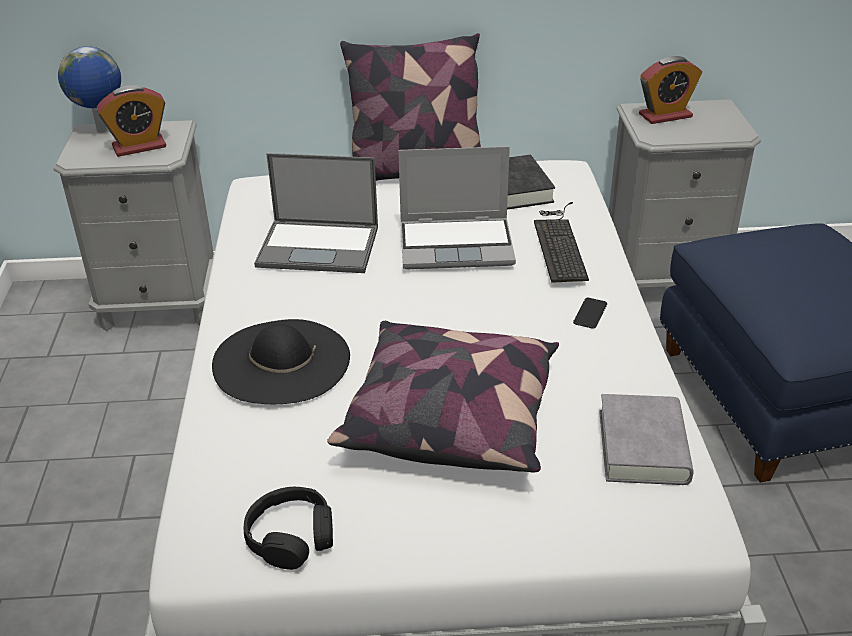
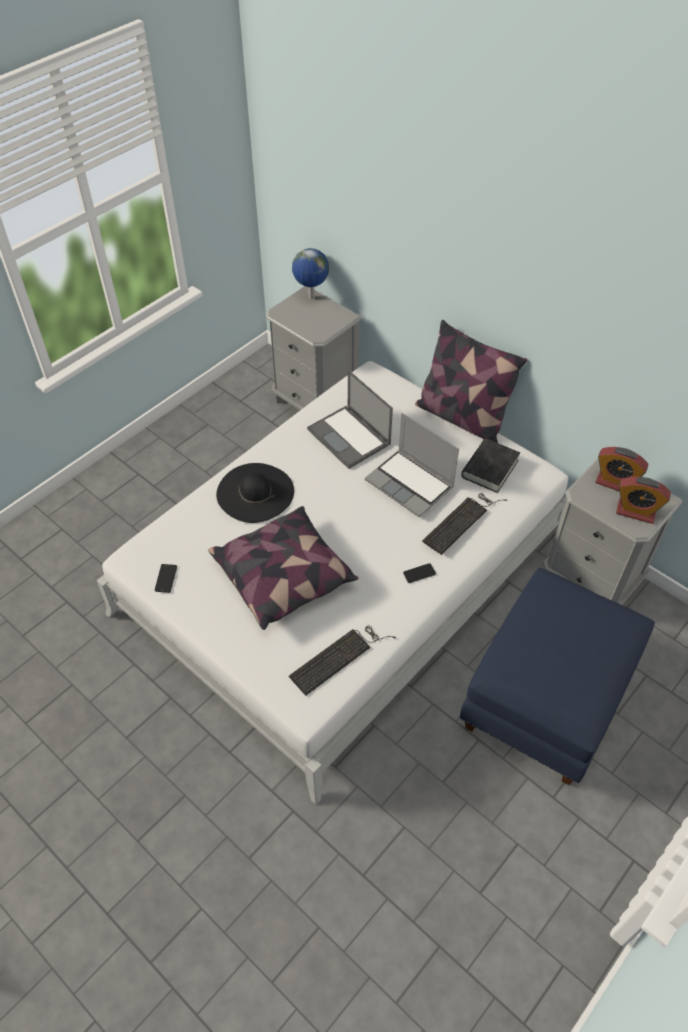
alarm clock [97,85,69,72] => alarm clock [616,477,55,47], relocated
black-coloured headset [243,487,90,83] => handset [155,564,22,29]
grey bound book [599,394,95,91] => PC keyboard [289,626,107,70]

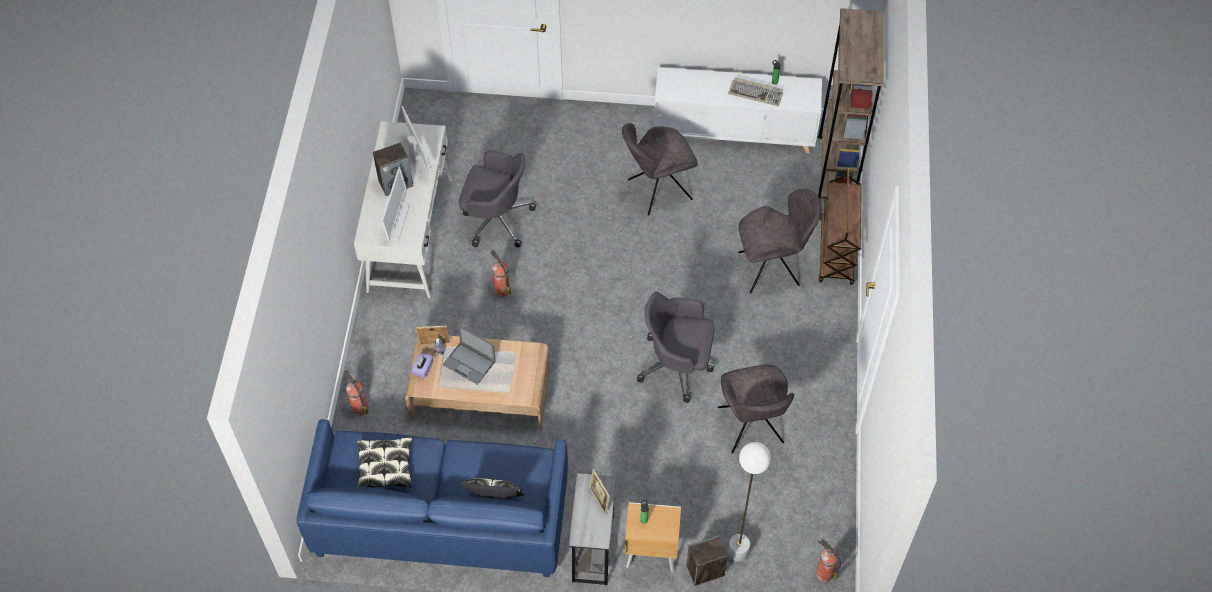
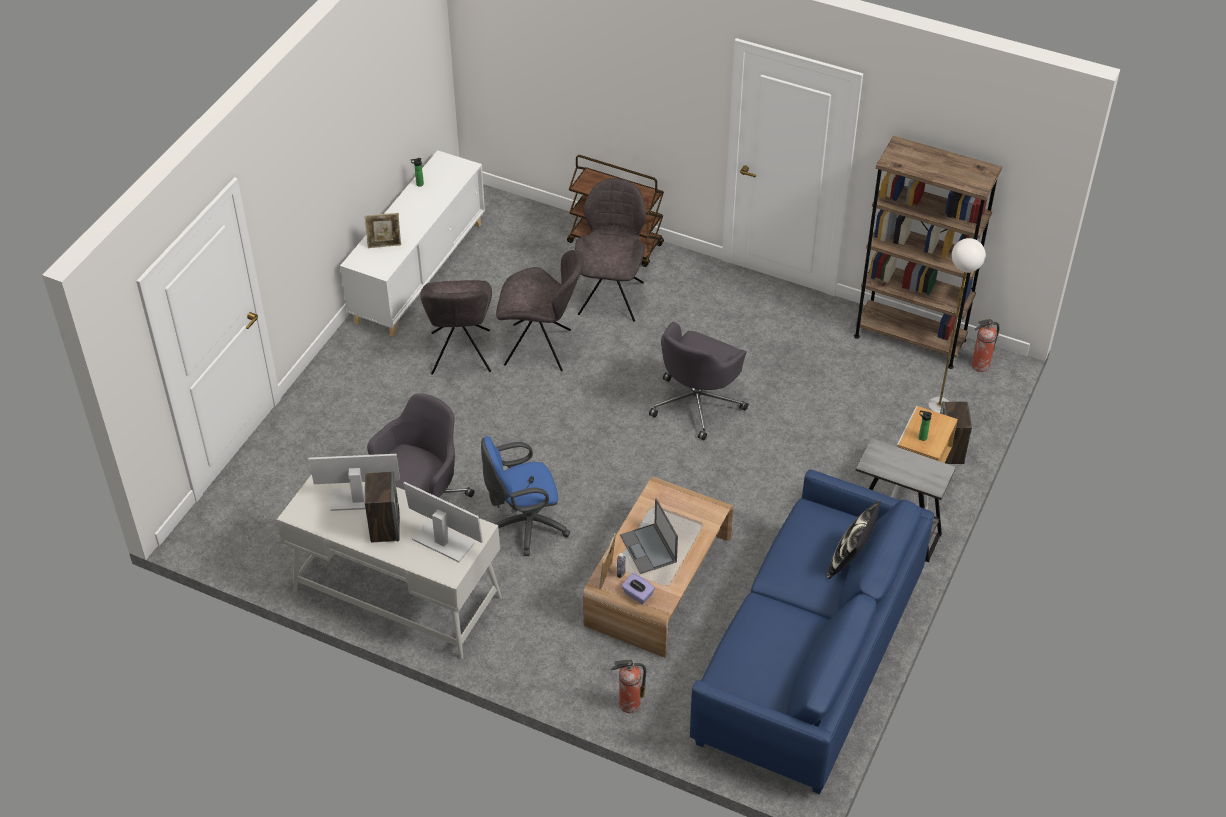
pillow [357,437,56,51] => nothing
portable computer [443,325,53,60] => portable computer [620,498,58,76], 105 degrees clockwise
extinguisher [490,250,21,47] => bluish computer chair [481,436,89,120]
standing frame [590,469,20,45] => standing frame [365,213,36,35], relocated
grey plain chair [718,365,76,89] => grey plain chair [496,250,88,121], relocated
PC keyboard [728,77,55,29] => nothing
brownish bookcase [818,8,66,191] => brownish bookcase [854,136,148,233], relocated

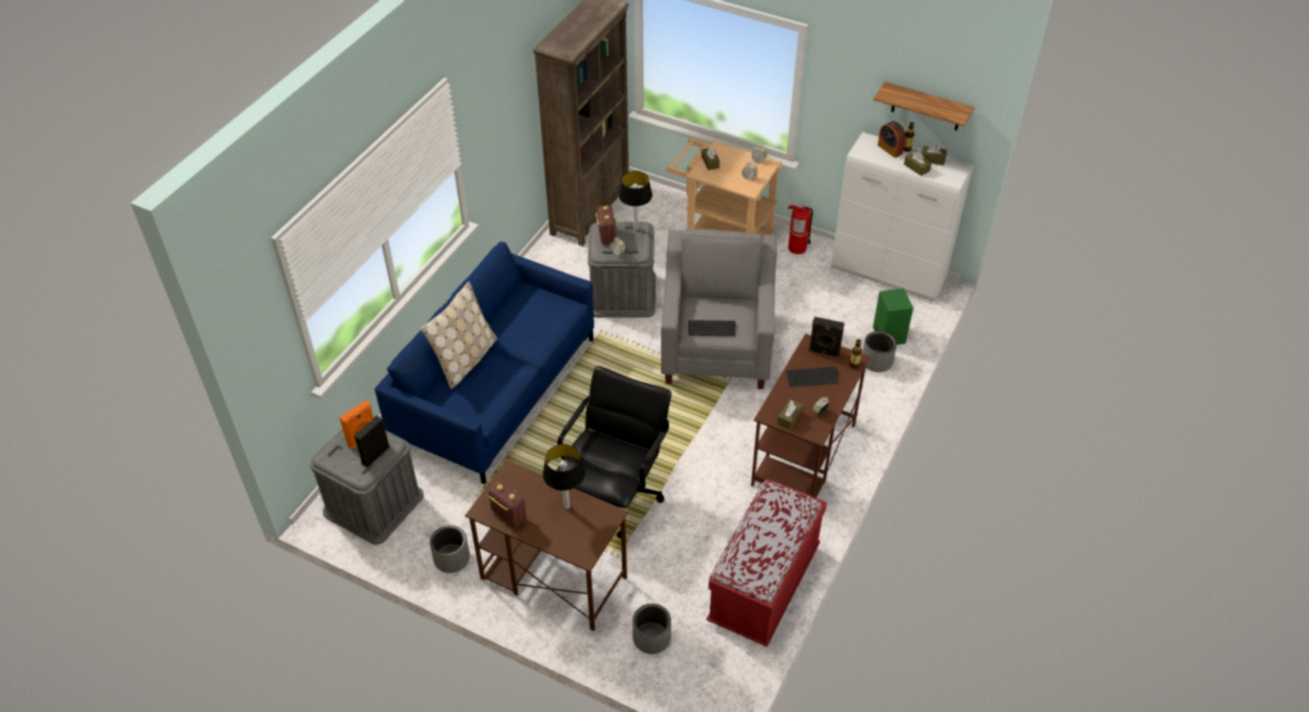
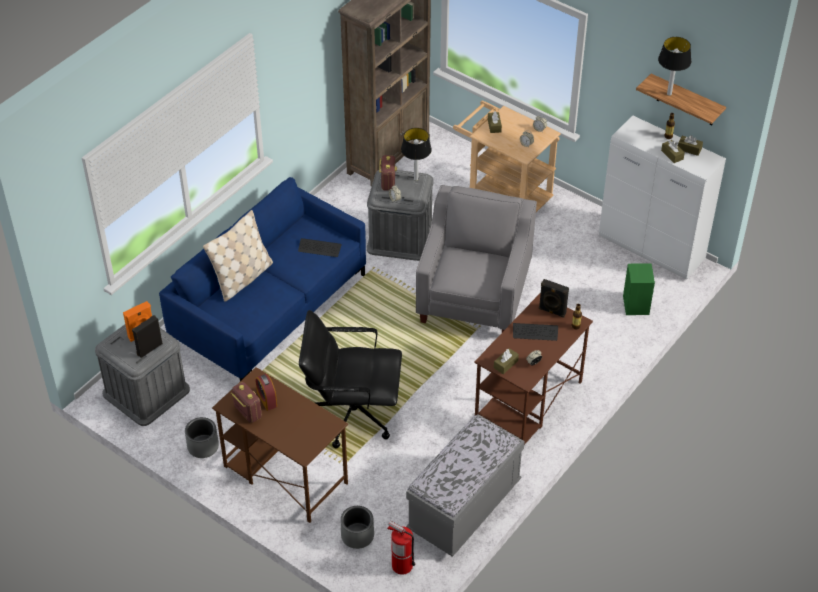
lamp for a table [543,444,42,65] => lamp for a table [658,37,33,59], relocated
black-coloured computer chair [556,366,115,172] => black-coloured computer chair [299,310,103,138], 120 degrees counterclockwise
PC keyboard [688,320,47,16] => PC keyboard [298,238,44,19], relocated
red indoor bench [707,479,120,168] => grey indoor bench [406,414,119,143]
extinguisher [788,200,25,54] => extinguisher [387,521,29,54], relocated
grey planter [862,331,35,41] => nothing
alarm clock [878,121,28,37] => alarm clock [255,374,22,37], relocated

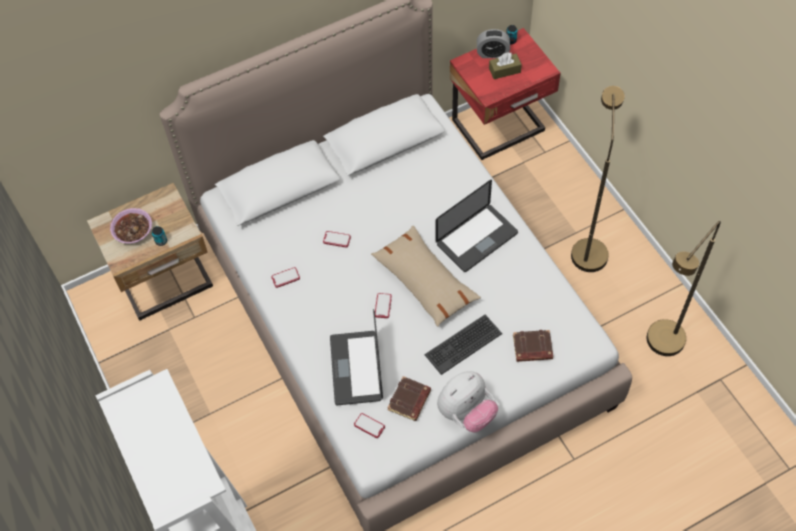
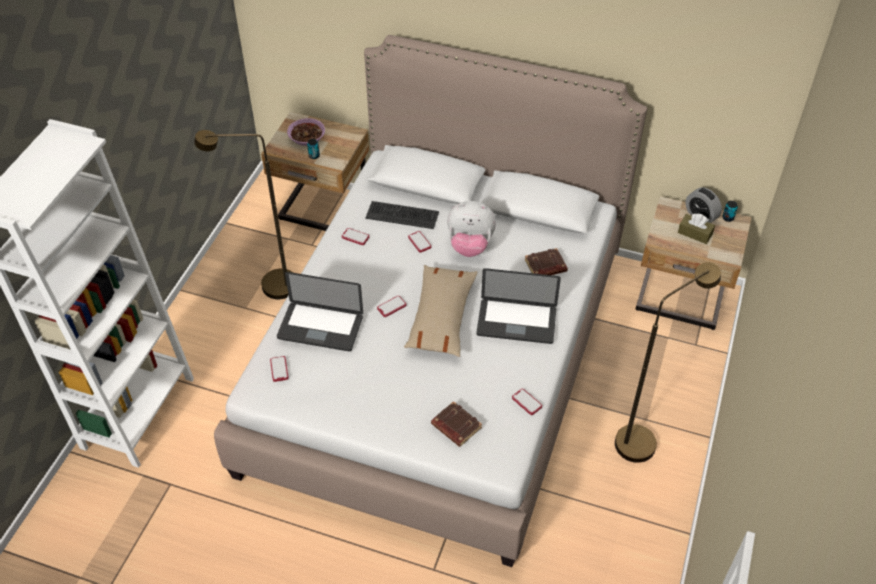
portable computer [330,309,53,96] => portable computer [277,272,86,79], 120 degrees counterclockwise
brownish bound book [387,376,44,45] => brownish bound book [525,248,43,27], relocated
PC keyboard [425,314,77,61] => PC keyboard [365,201,74,28], relocated
cuddly toy [437,371,61,62] => cuddly toy [447,201,49,56], relocated
red nightstand [450,28,111,132] => beige-coloured nightstand [635,196,117,134]
brownish standard lamp [647,221,74,135] => brownish standard lamp [194,130,99,169], relocated
nothing => handset [512,389,30,26]

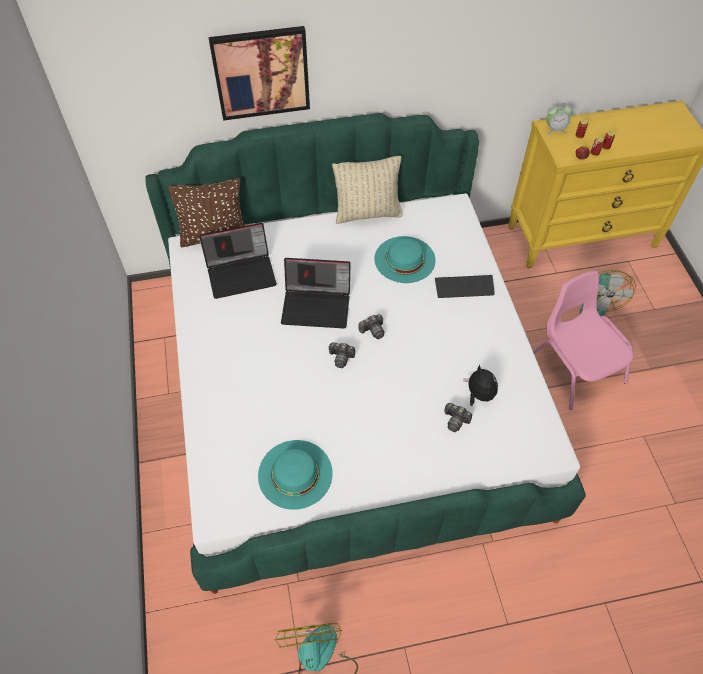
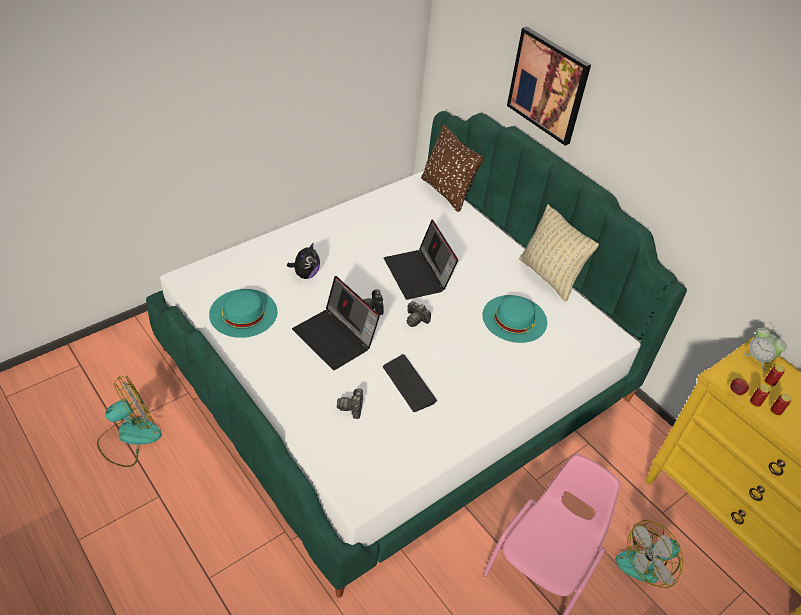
portable computer [199,223,78,76] => portable computer [292,276,88,94], relocated
PC keyboard [435,275,60,23] => PC keyboard [383,354,54,58], relocated
cuddly toy [463,364,35,42] => cuddly toy [287,242,33,37], relocated

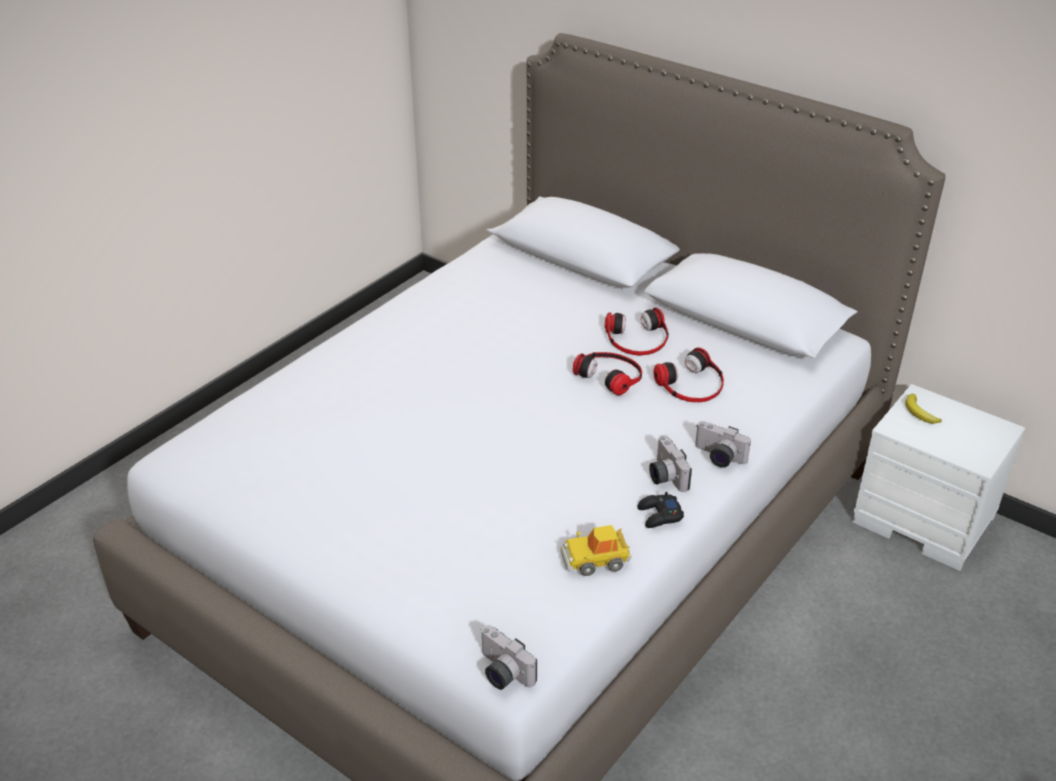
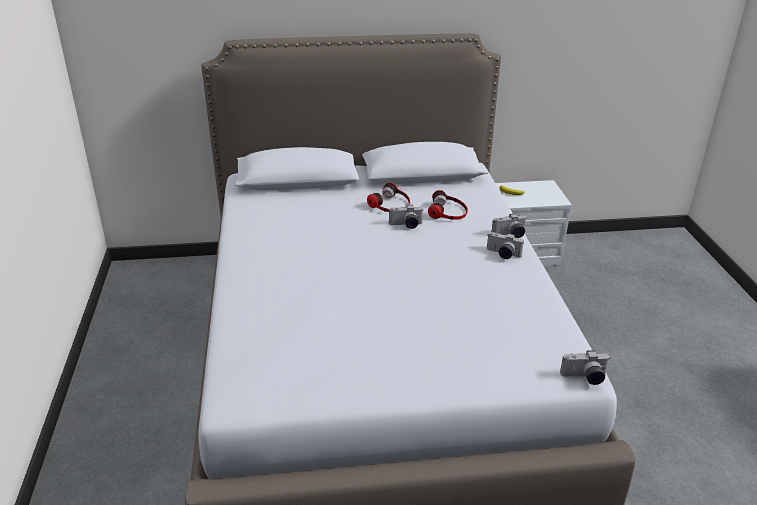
model car [560,525,72,51] => nothing
headset [573,352,69,43] => photo camera [389,205,34,24]
black-coloured joypad [637,492,47,36] => nothing

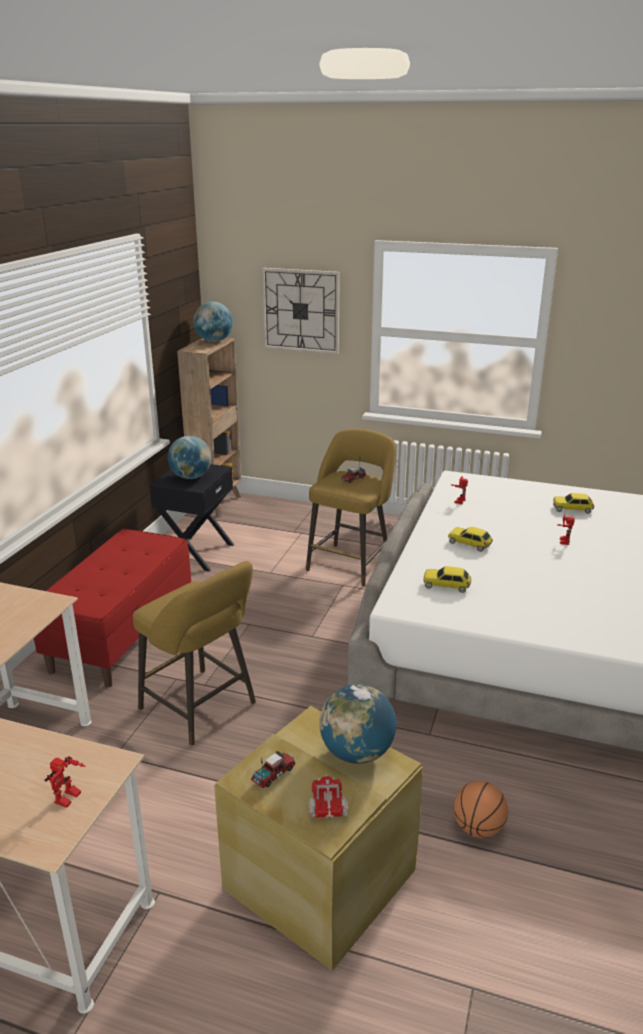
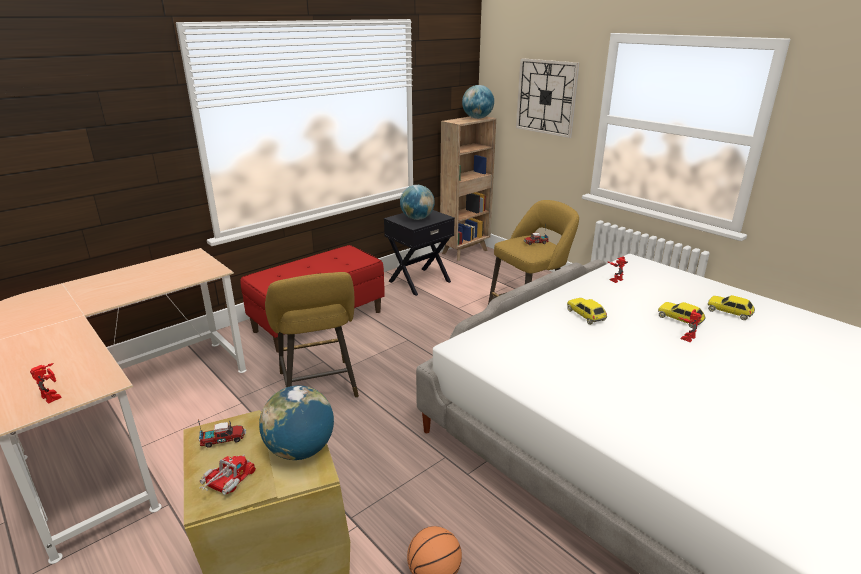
toy robot [44,756,42,52] => toy robot [30,363,32,41], 105 degrees counterclockwise
model car [423,566,48,27] => model car [658,302,48,26], relocated

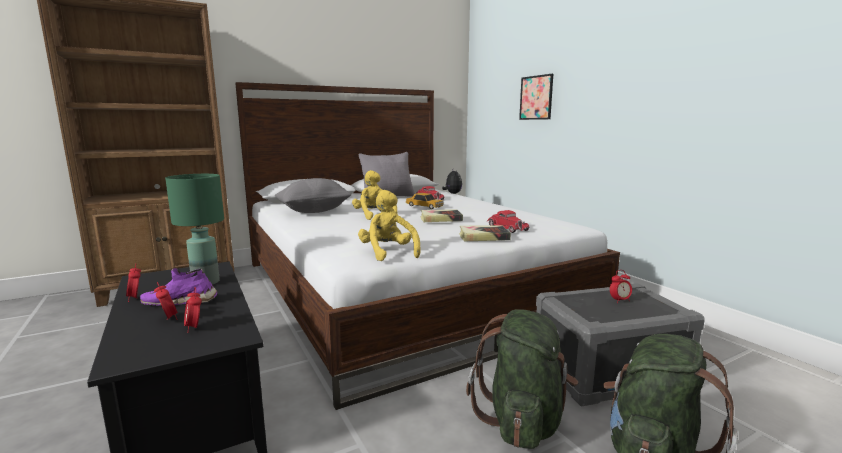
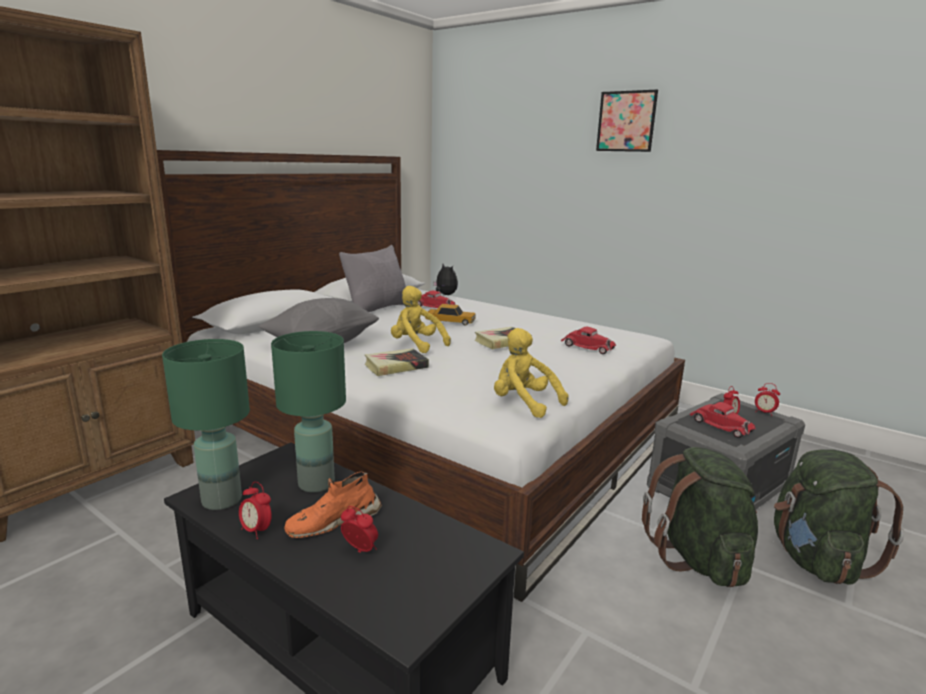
purple-coloured low shoe [140,268,78,38] => orangey low shoe [284,471,98,67]
alarm clock [184,287,18,46] => alarm clock [755,383,25,33], relocated
bound book [459,225,52,16] => bound book [365,348,64,28], relocated
wall art [519,74,34,46] => wall art [596,90,62,62], relocated
nothing => green lamp for a table [162,339,88,171]
nothing => red model car [689,402,67,36]

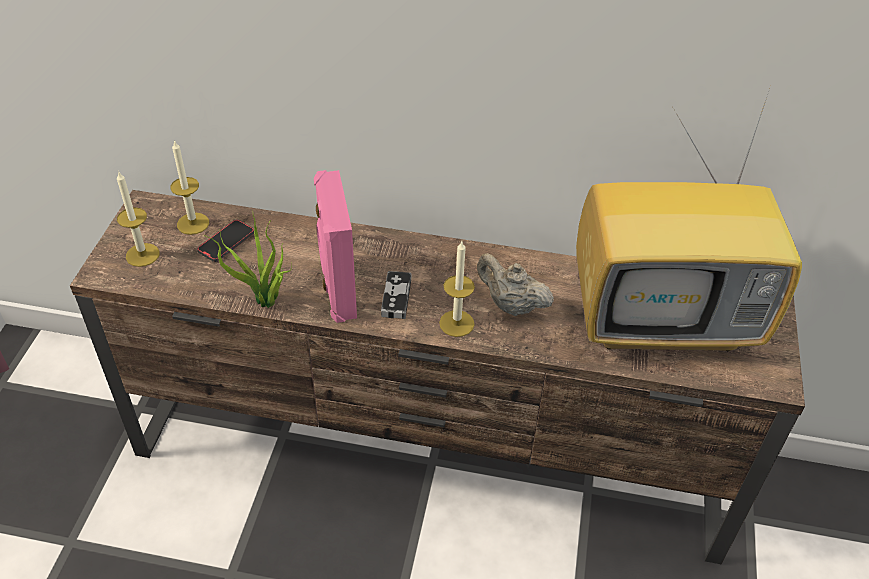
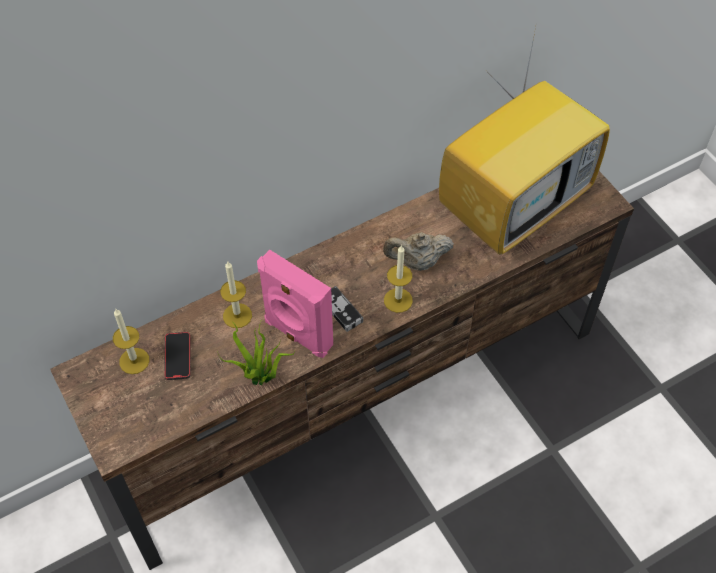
wax candle [117,171,43,96] => wax candle [220,262,32,66], relocated

